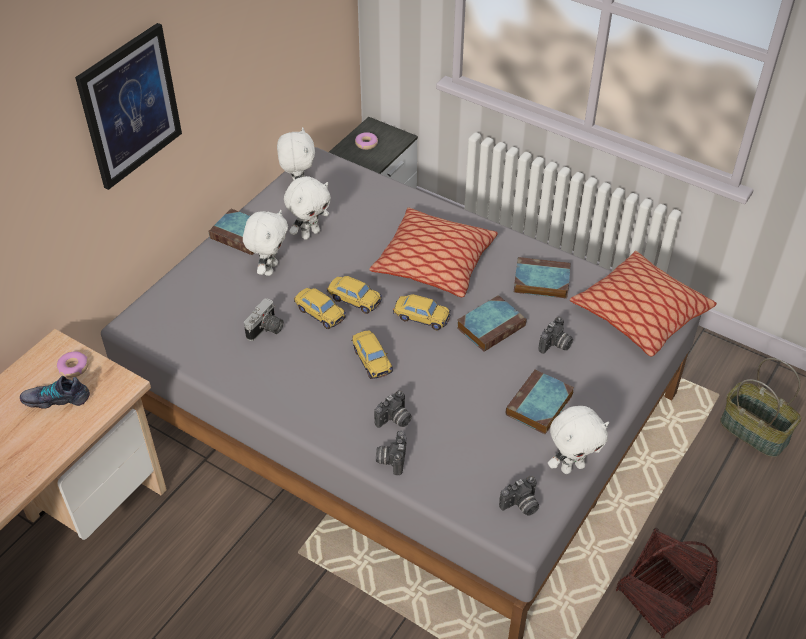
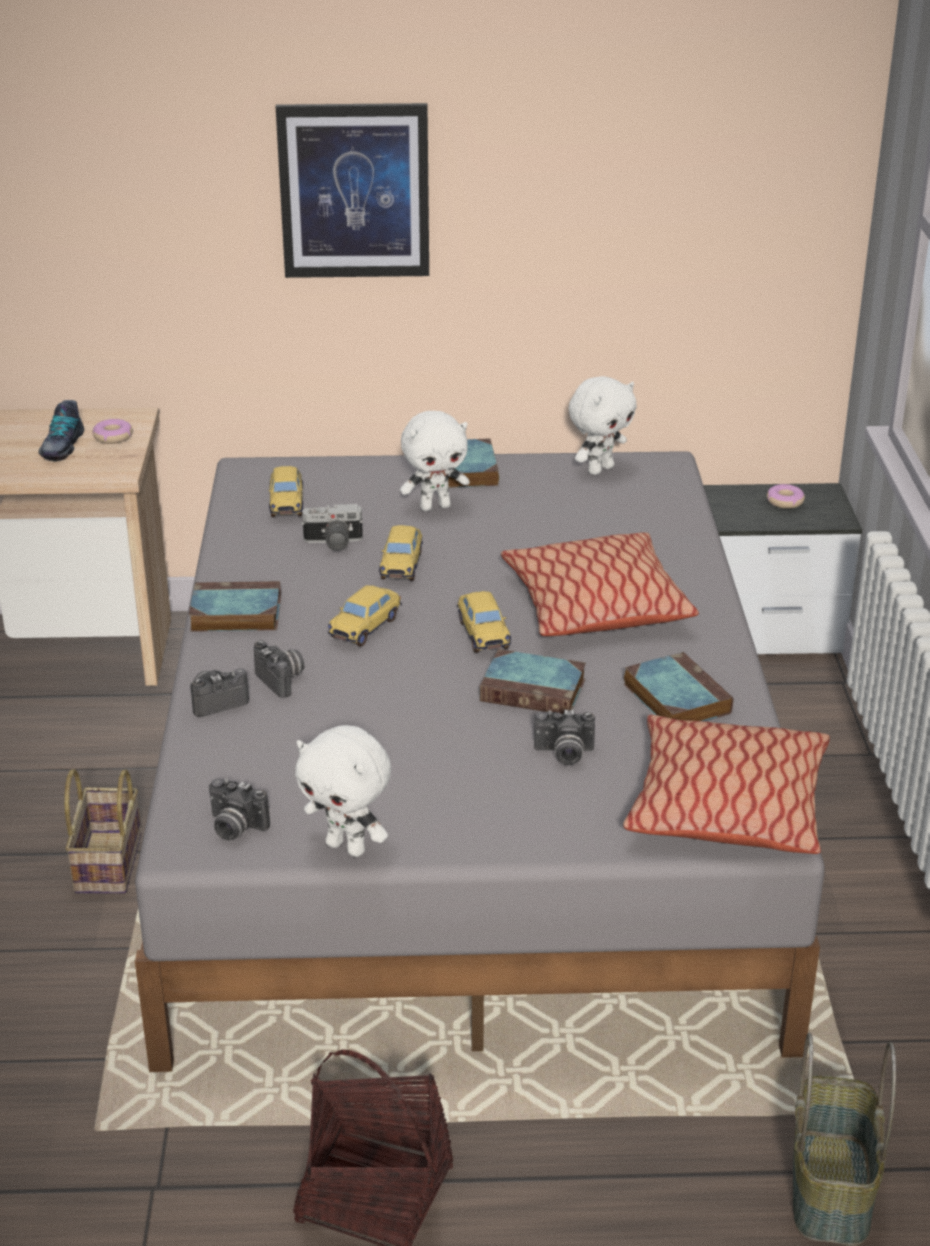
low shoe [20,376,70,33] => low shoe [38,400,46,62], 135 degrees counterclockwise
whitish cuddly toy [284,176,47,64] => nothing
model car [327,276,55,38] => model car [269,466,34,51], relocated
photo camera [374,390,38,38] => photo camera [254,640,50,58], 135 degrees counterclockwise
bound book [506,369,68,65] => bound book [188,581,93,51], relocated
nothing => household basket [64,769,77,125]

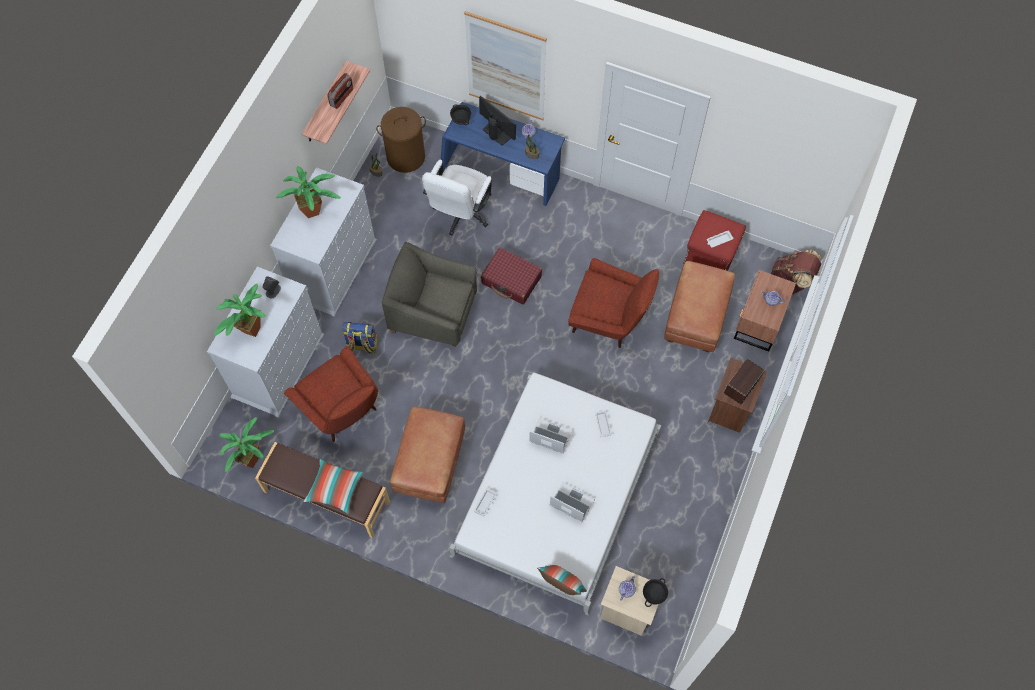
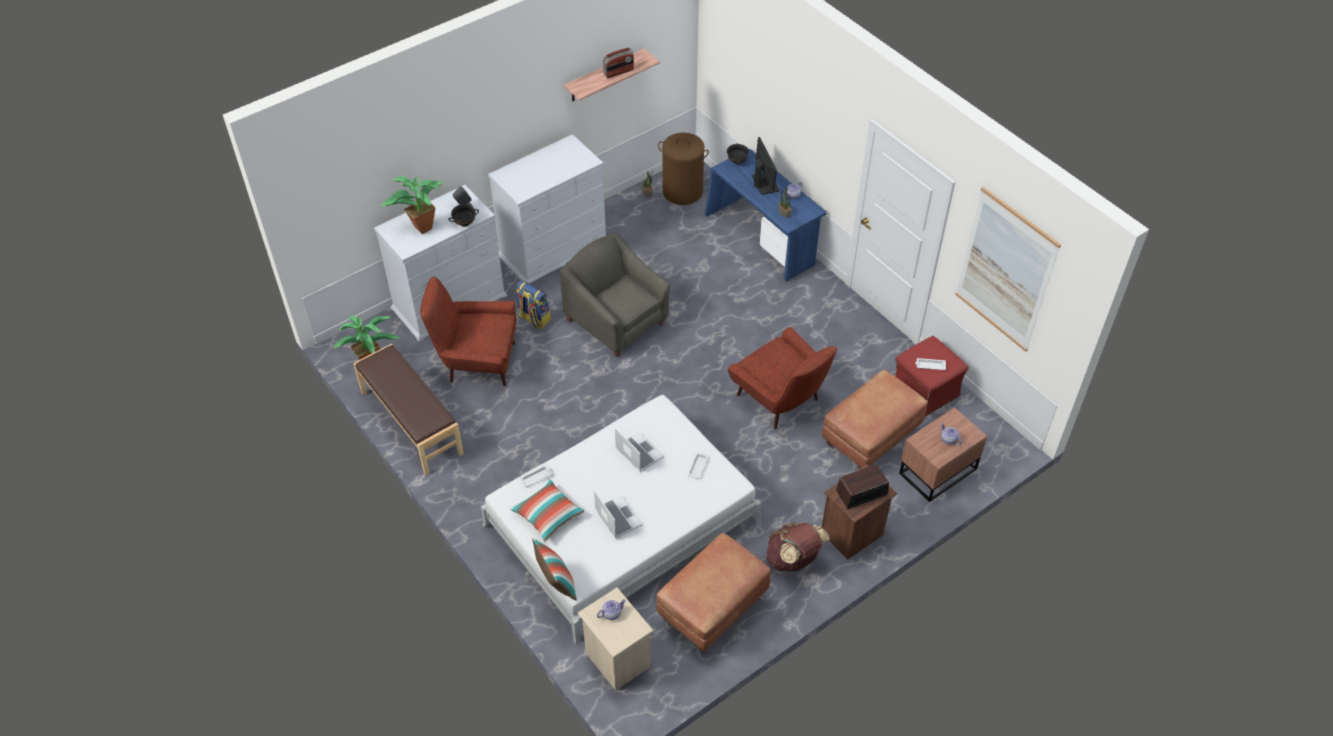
potted plant [276,166,65,52] => nothing
red lounge chair [284,346,94,96] => red lounge chair [420,276,96,110], 105 degrees clockwise
pillow [304,459,60,55] => pillow [510,479,74,63], relocated
brownish pouffe [390,406,75,97] => brownish pouffe [656,533,115,121], relocated
whitish computer chair [422,159,70,77] => nothing
wall art [464,11,83,109] => wall art [955,187,106,165], relocated
red suitcase [481,247,61,58] => nothing
black-coloured deep dish [643,578,25,29] => black-coloured deep dish [448,204,31,23], relocated
brownish backpack [771,249,51,45] => brownish backpack [766,522,64,50], relocated

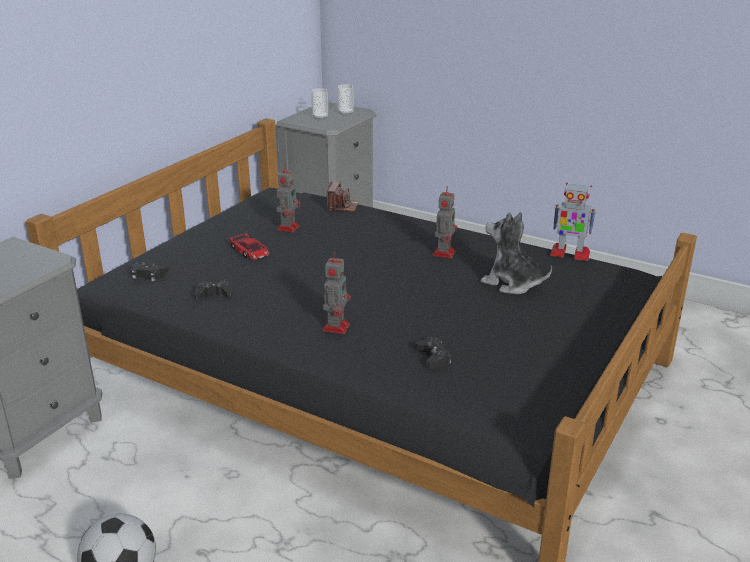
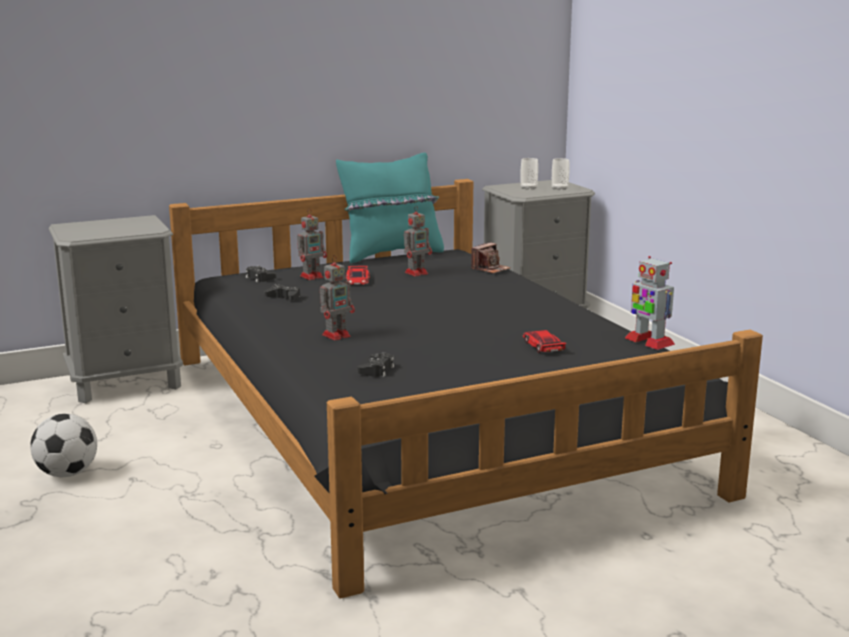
toy robot [433,186,24,72] => toy robot [297,209,30,71], relocated
cuddly toy [480,212,72,82] => model car [523,330,43,23]
nothing => blue-green pillow [336,153,108,110]

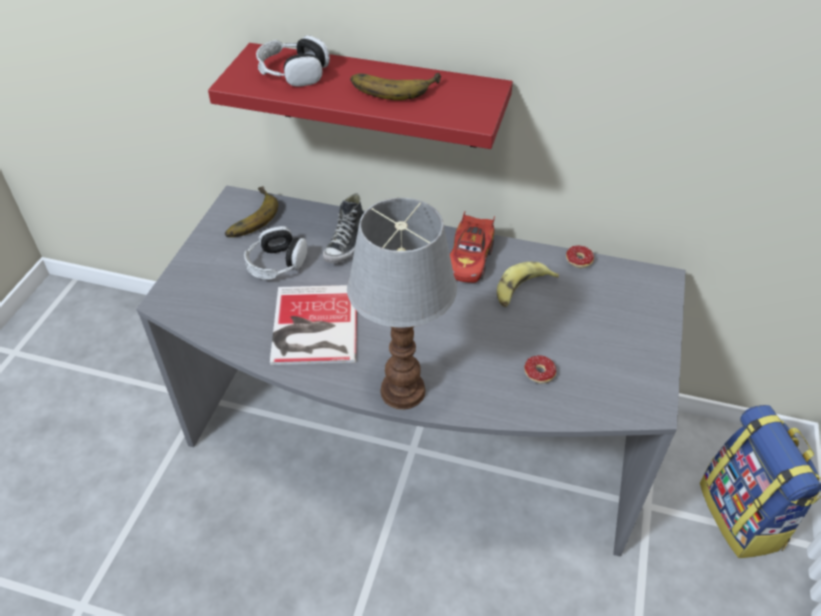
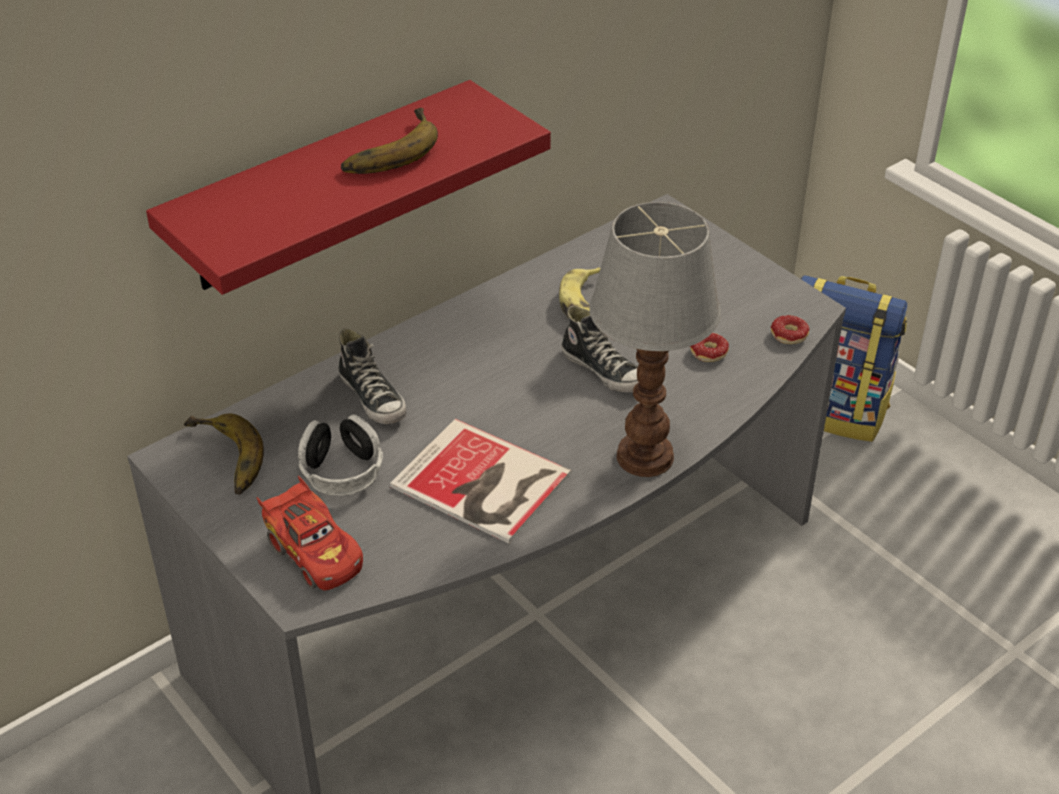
headset [256,35,74,52] => nothing
red model car [450,211,45,72] => red model car [256,475,107,116], relocated
doughnut [566,245,28,23] => doughnut [770,315,39,32], relocated
nothing => low shoe [562,306,76,86]

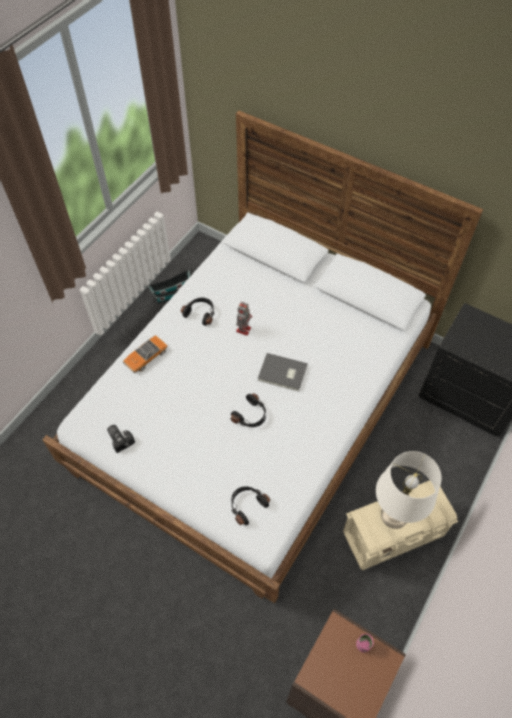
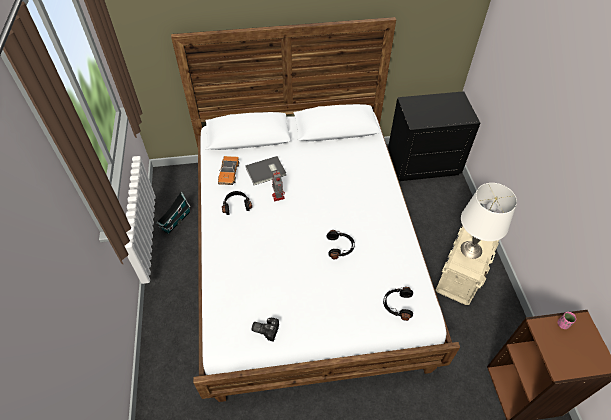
model car [123,335,45,38] => model car [218,156,21,29], relocated
grey bound book [258,353,50,39] => grey bound book [245,156,41,29], relocated

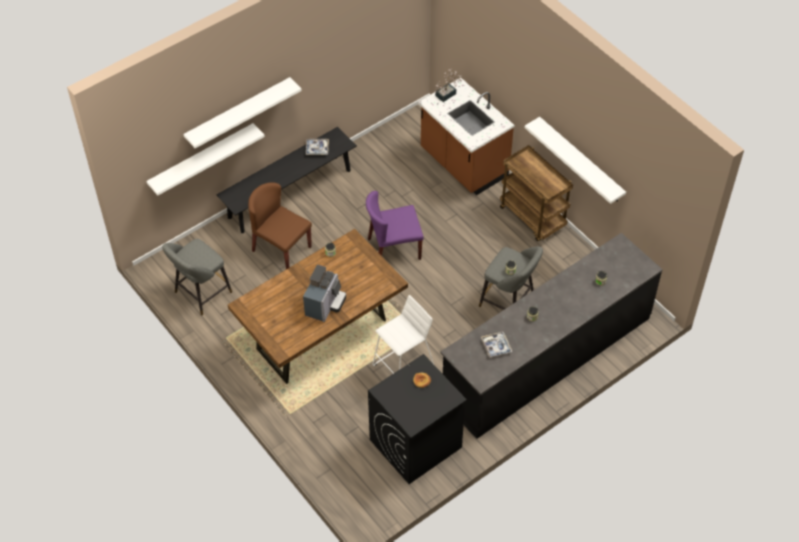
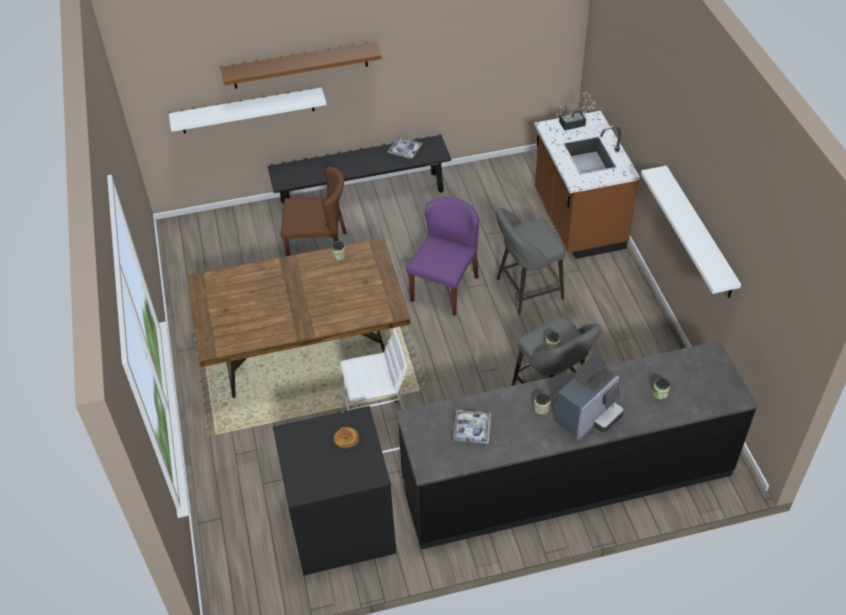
grey stool [162,239,70,76] => grey stool [496,208,69,106], relocated
whitish shelf [184,77,118,71] => brownish shelf [221,42,161,47]
brownish plain chair [248,182,64,87] => brownish plain chair [281,166,66,90], 120 degrees clockwise
coffee machine [303,265,43,57] => coffee machine [555,354,69,86], relocated
purple-coloured plain chair [366,191,58,69] => purple-coloured plain chair [406,197,73,119], 105 degrees clockwise
brownish cart [500,145,73,96] => nothing

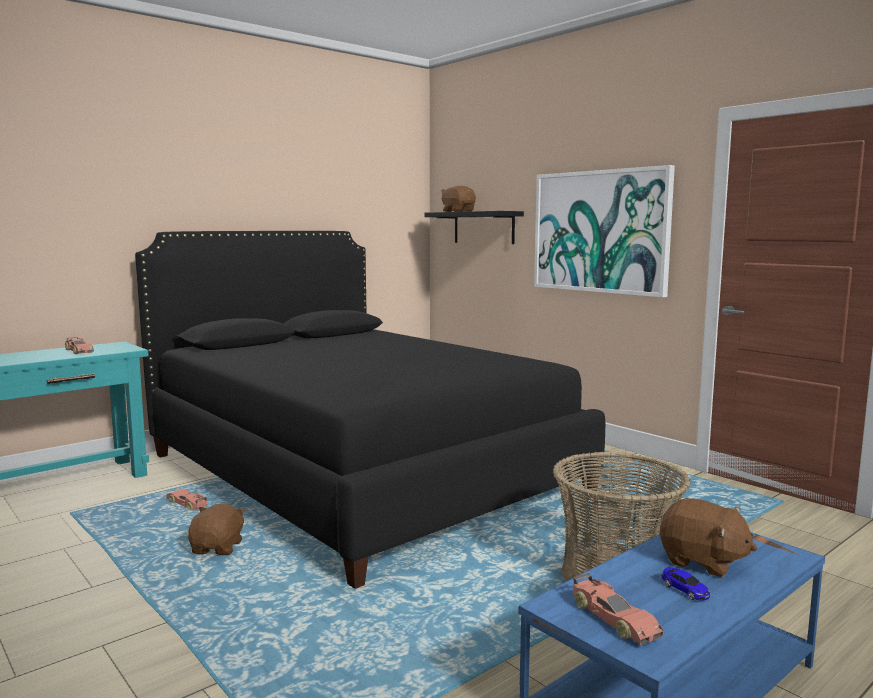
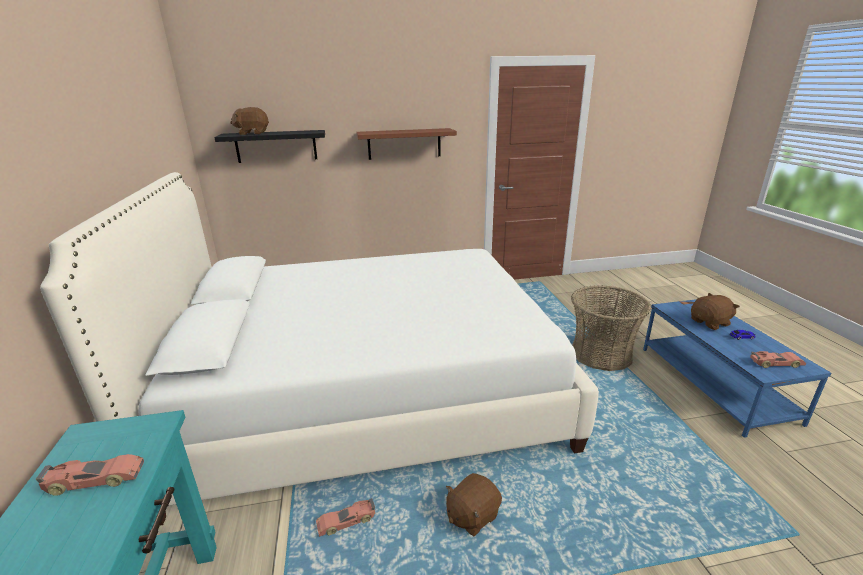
black-coloured bedroom bed [135,231,470,358] => whitish bedroom bed [40,172,559,354]
brownish cuddly toy [188,503,58,52] => brownish cuddly toy [446,473,56,63], 75 degrees counterclockwise
wall art [534,165,141,132] => brownish shelf [356,128,101,32]

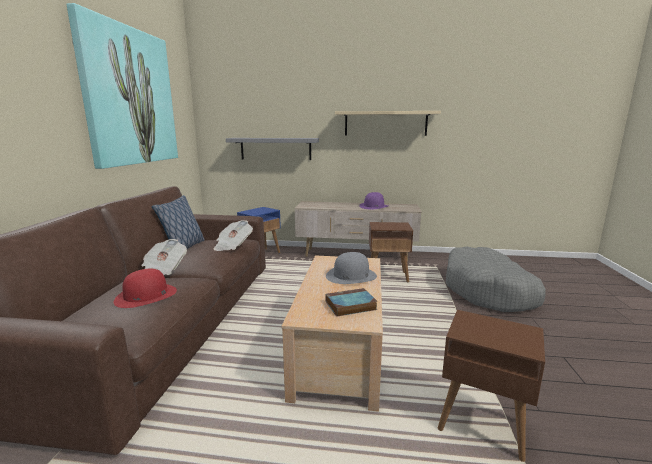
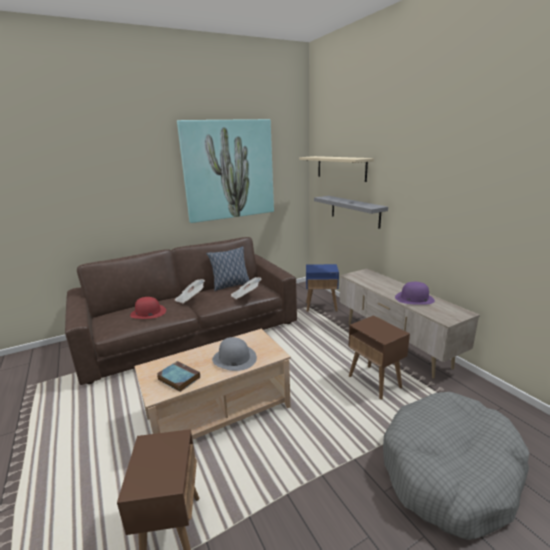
beige-coloured shelf [335,111,106,25] => beige-coloured shelf [299,156,75,26], relocated

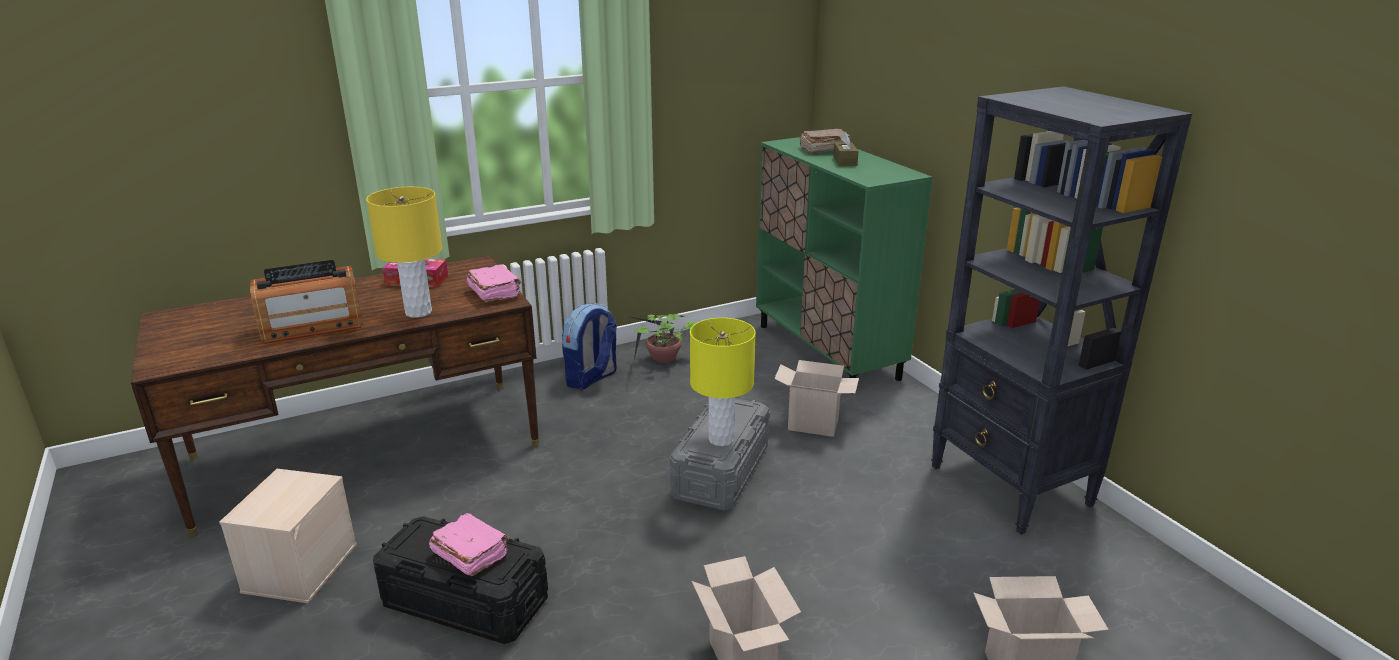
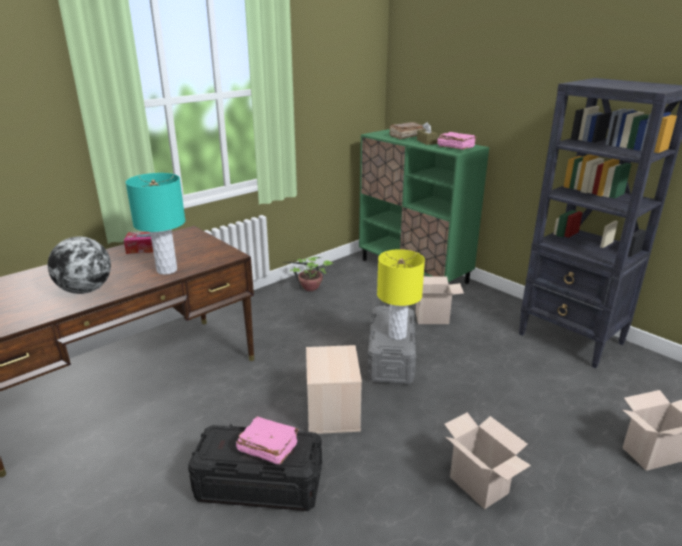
beige-coloured storage bin [219,469,138,134] => beige-coloured storage bin [306,345,56,89], relocated
radio [250,260,113,84] => globe [48,237,63,57]
yellow-coloured lamp for a table [366,187,77,131] => blue-green lamp for a table [126,173,59,102]
pink bound book [467,264,54,38] => pink bound book [437,132,40,18], relocated
backpack [562,303,55,87] => nothing

